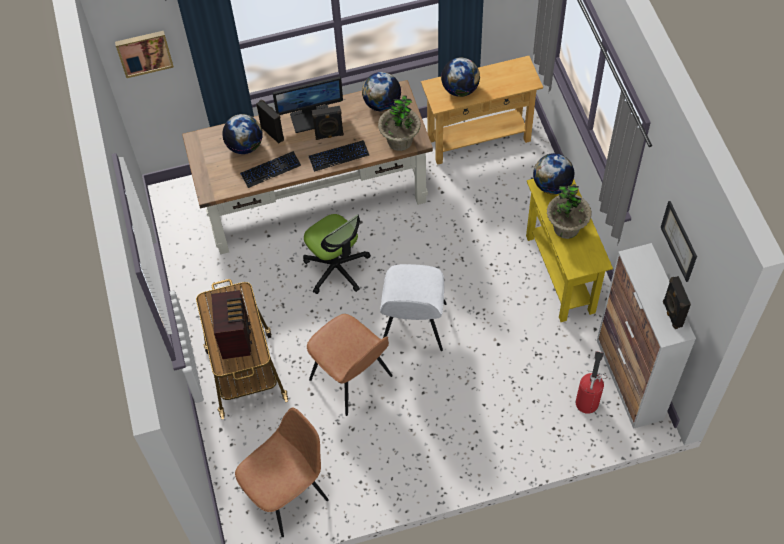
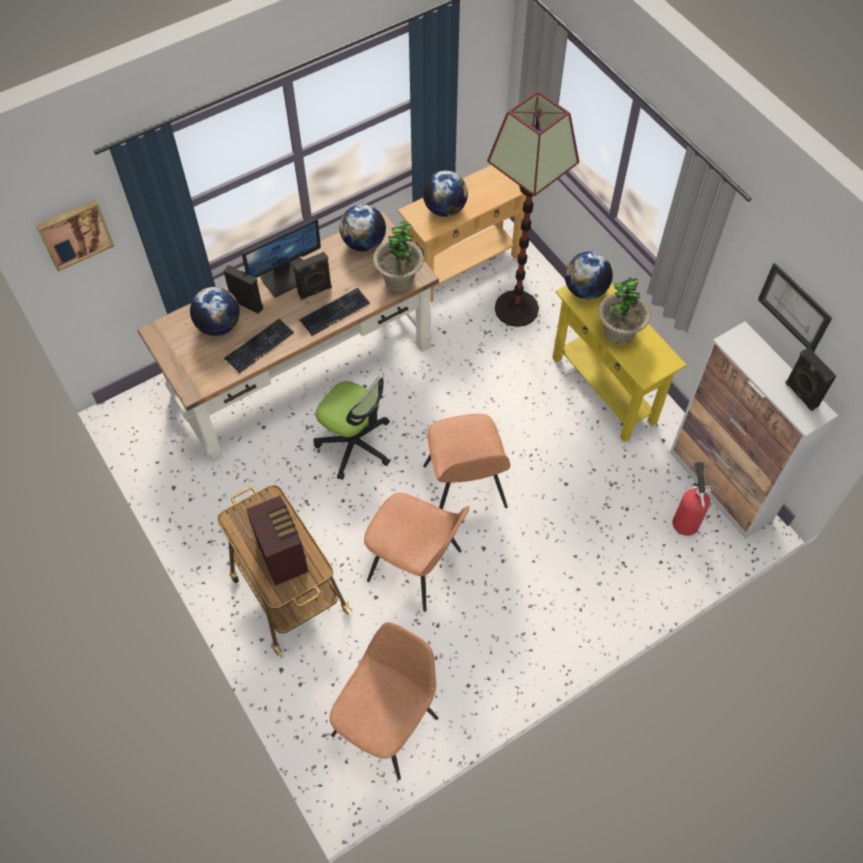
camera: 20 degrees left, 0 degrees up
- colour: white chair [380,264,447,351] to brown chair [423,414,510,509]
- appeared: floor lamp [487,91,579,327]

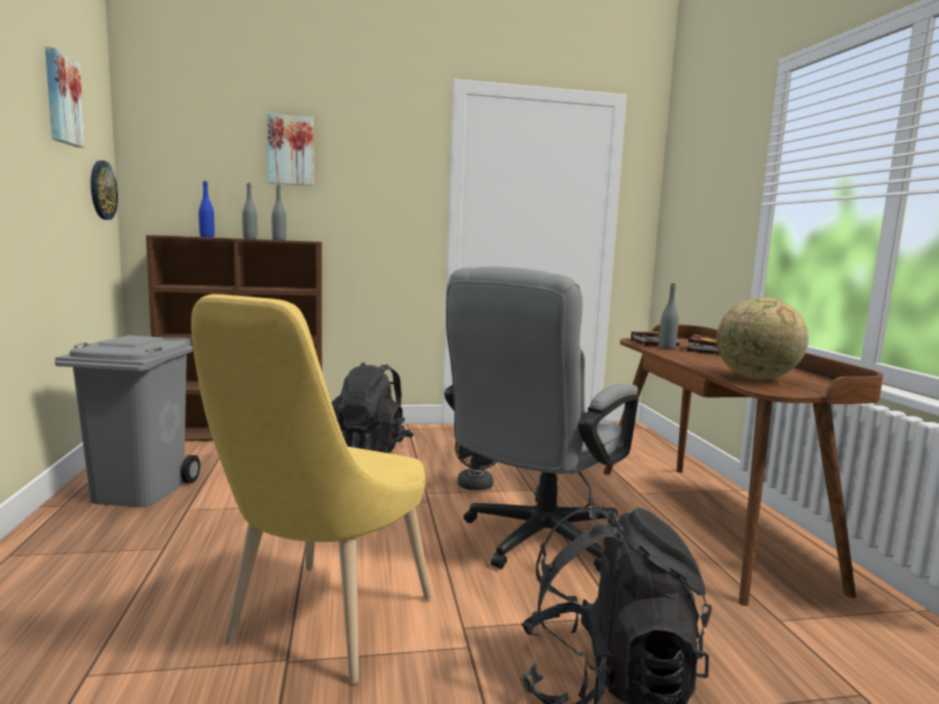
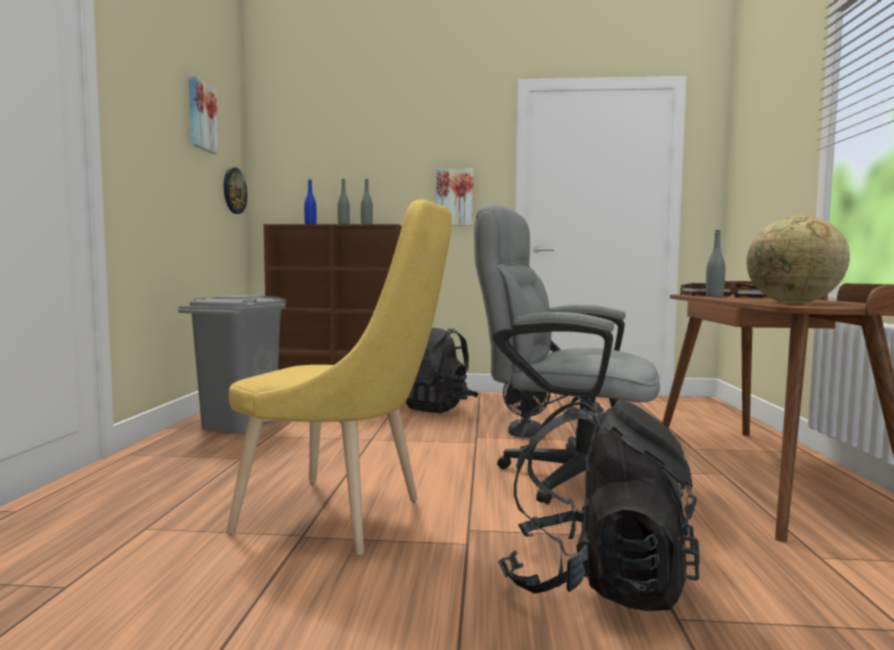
camera: 15 degrees right, 5 degrees down
- spun: yellow chair [191,294,432,684] = [226,199,452,555] 105 degrees counterclockwise
- relocated: picture [267,114,314,186] to [436,169,474,226]
- spun: grey office chair [444,267,639,572] = [474,204,660,504] 60 degrees clockwise

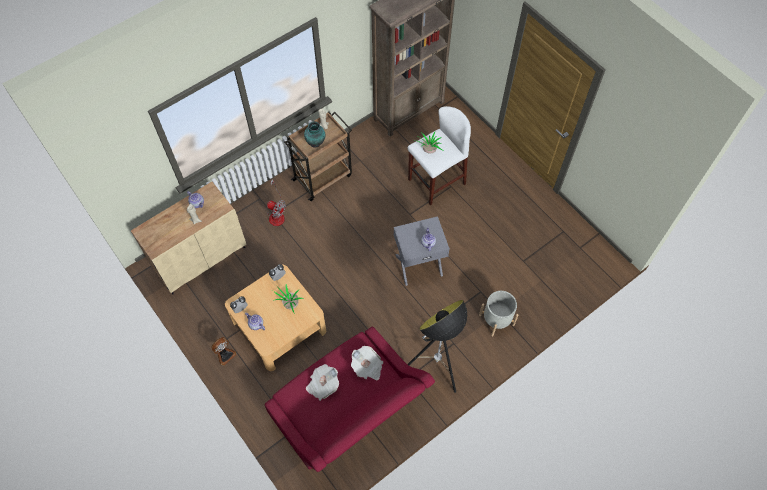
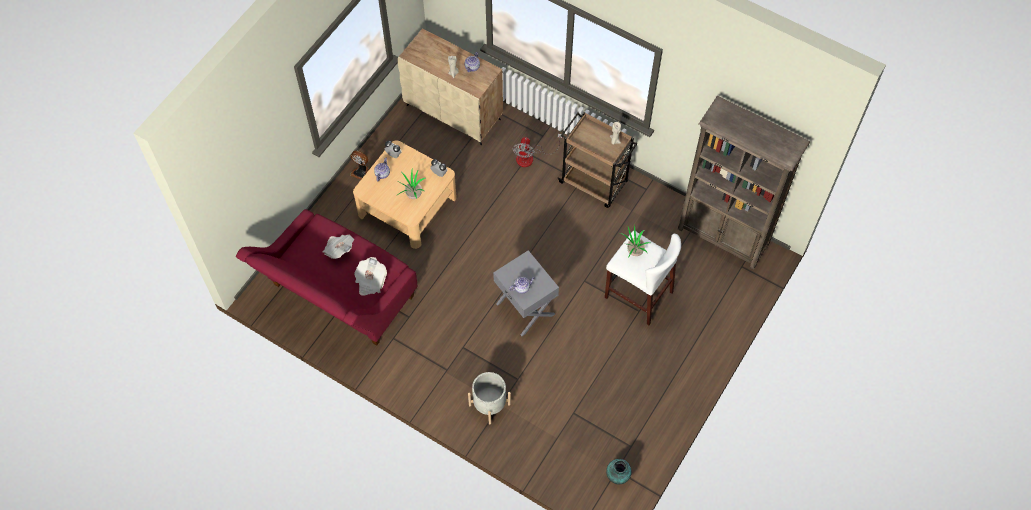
camera: 70 degrees right, 0 degrees up
- relocated: vase [304,121,326,147] to [606,459,632,484]
- missing: floor lamp [407,300,467,393]

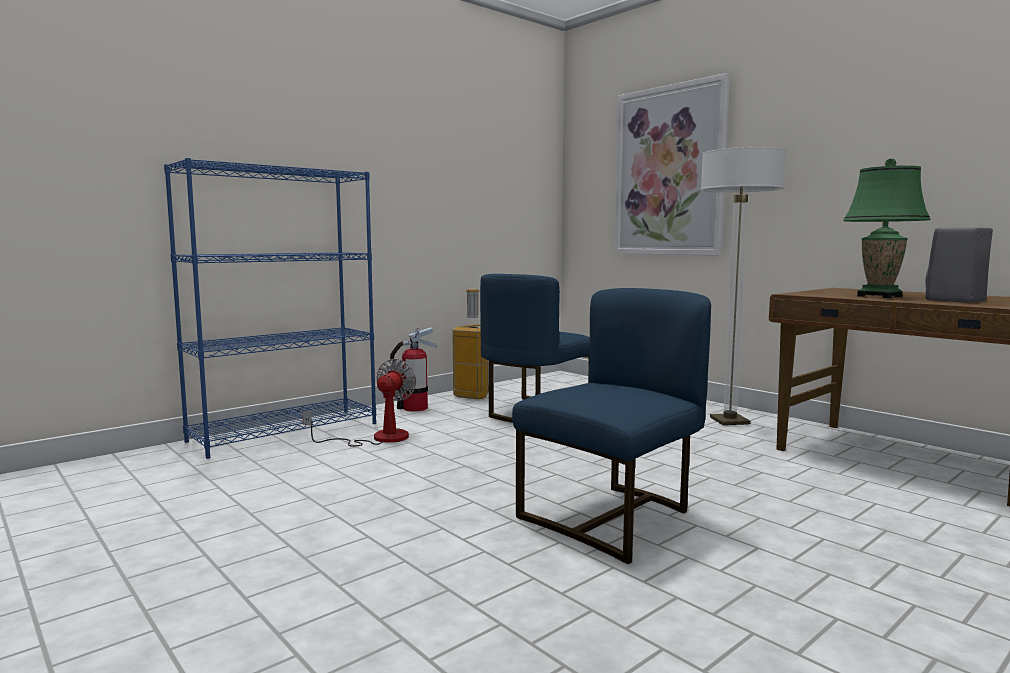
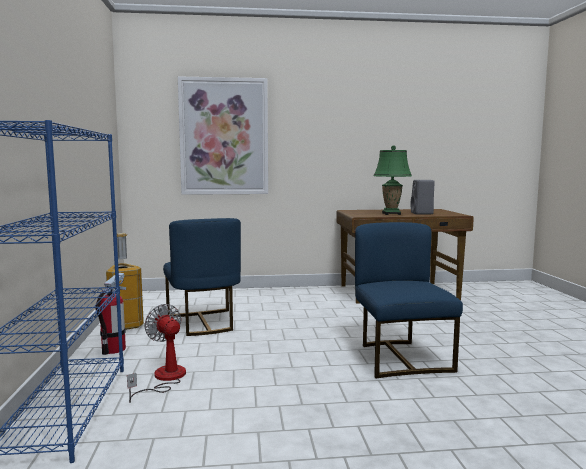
camera: 55 degrees left, 0 degrees up
- missing: floor lamp [701,147,786,425]

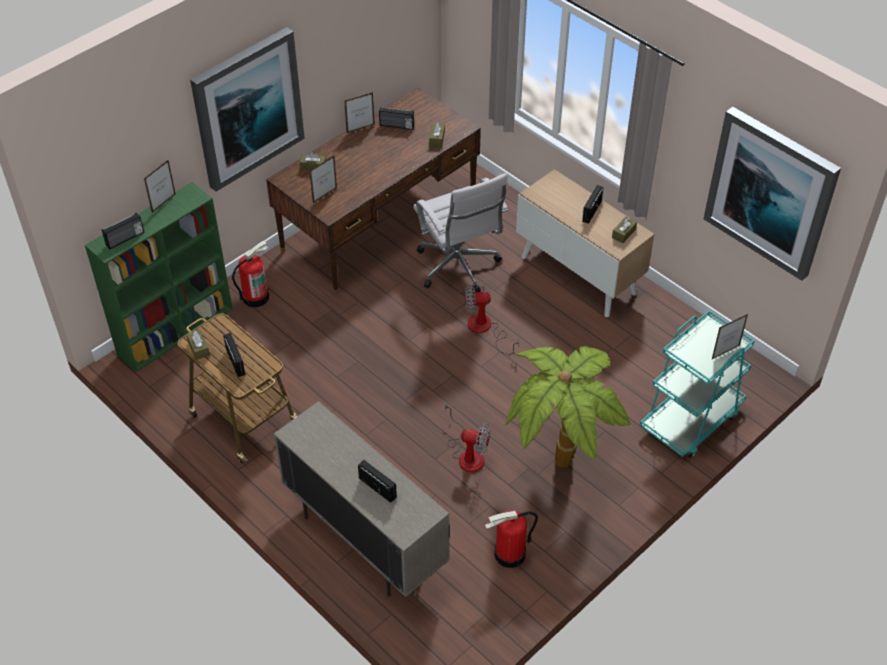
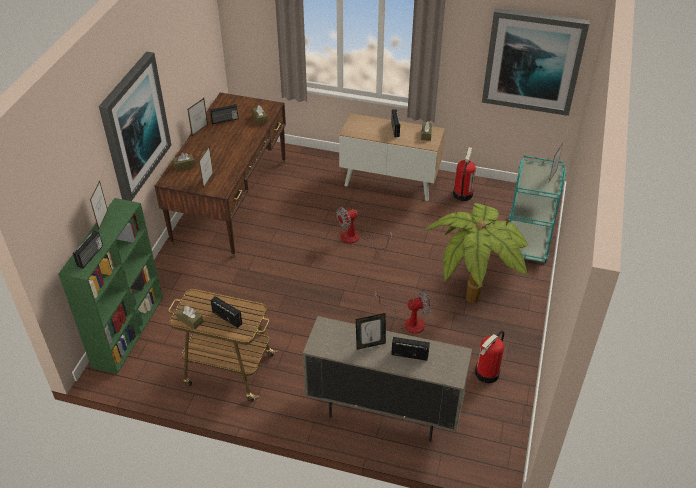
camera: 30 degrees left, 5 degrees down
- appeared: picture frame [356,313,386,350]
- relocated: fire extinguisher [232,240,270,308] to [453,147,476,201]
- missing: white office chair [413,173,508,292]

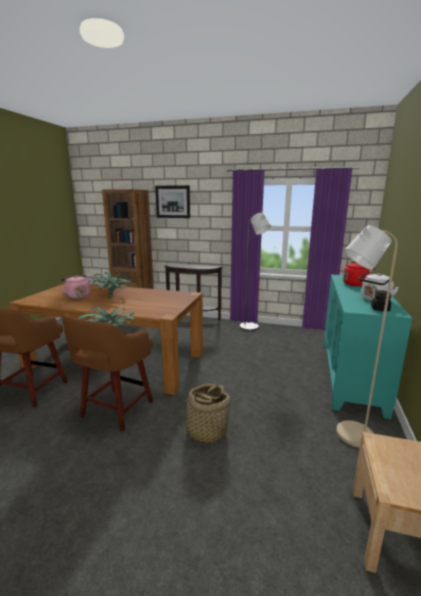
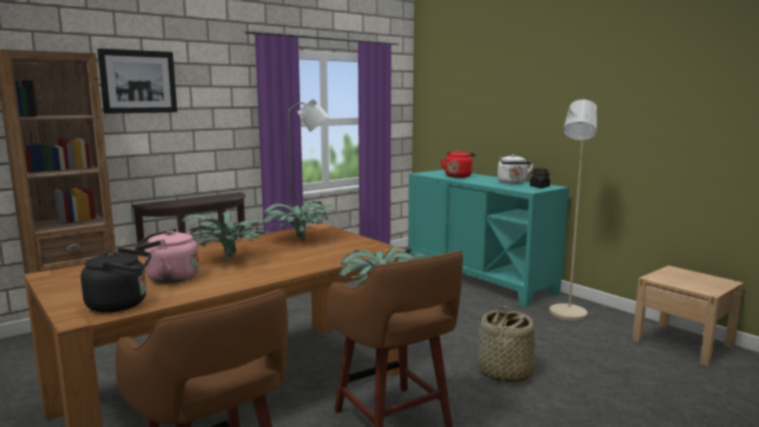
camera: 55 degrees left, 5 degrees down
- appeared: black kettle [81,248,151,312]
- appeared: potted plant [262,201,335,240]

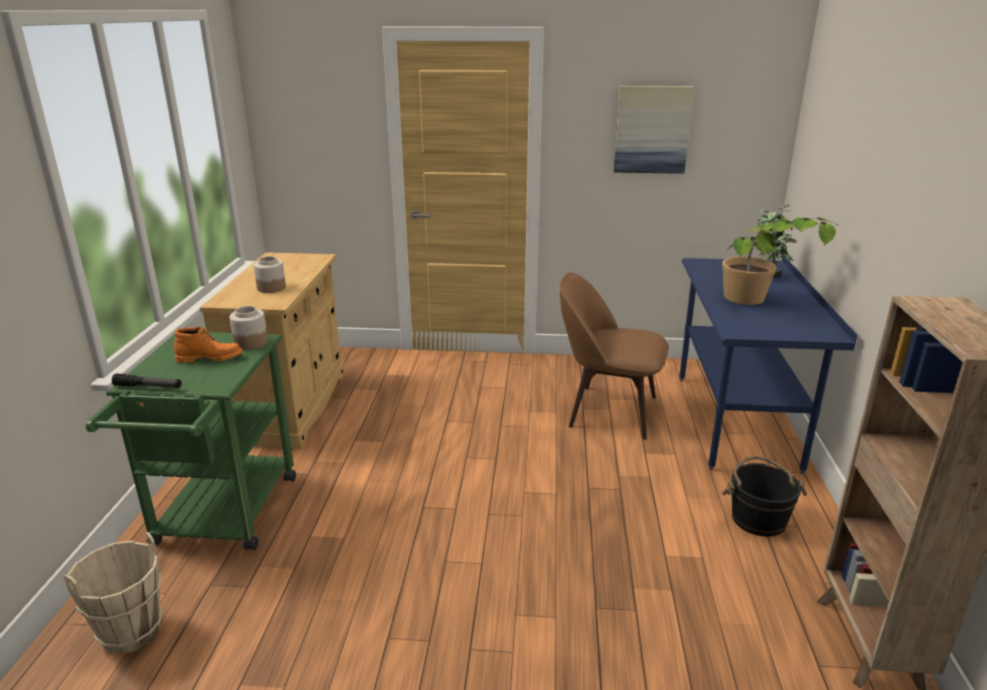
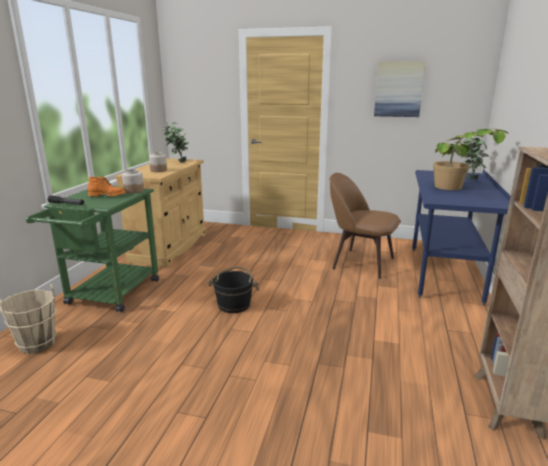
camera: 10 degrees right, 5 degrees down
- appeared: potted plant [162,122,189,163]
- relocated: black bucket [722,456,807,536] to [208,266,259,313]

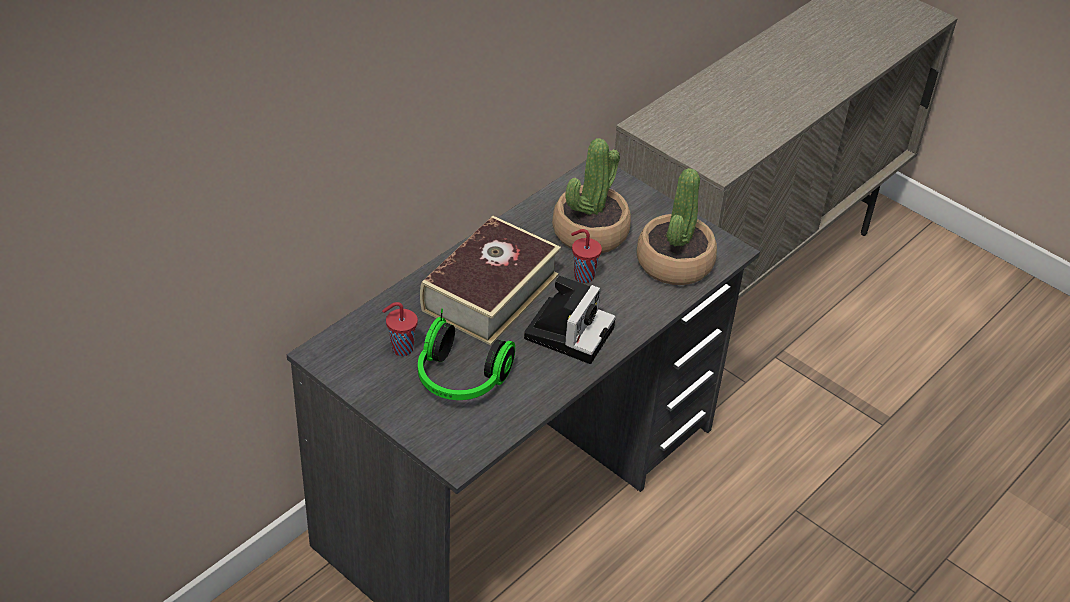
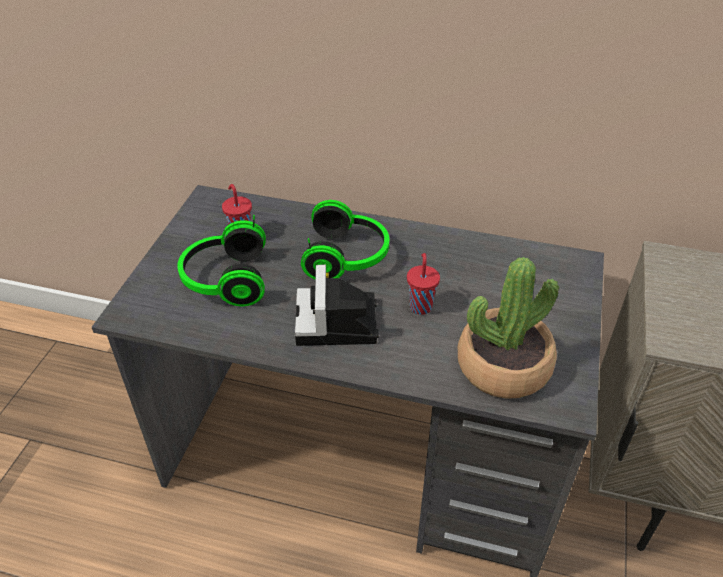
camera: 65 degrees right, 0 degrees up
- spun: photo camera [524,276,616,364] = [295,264,379,346] 90 degrees clockwise
- exchanged: book [420,216,561,346] to headphones [301,200,389,279]
- missing: potted plant [552,138,631,253]

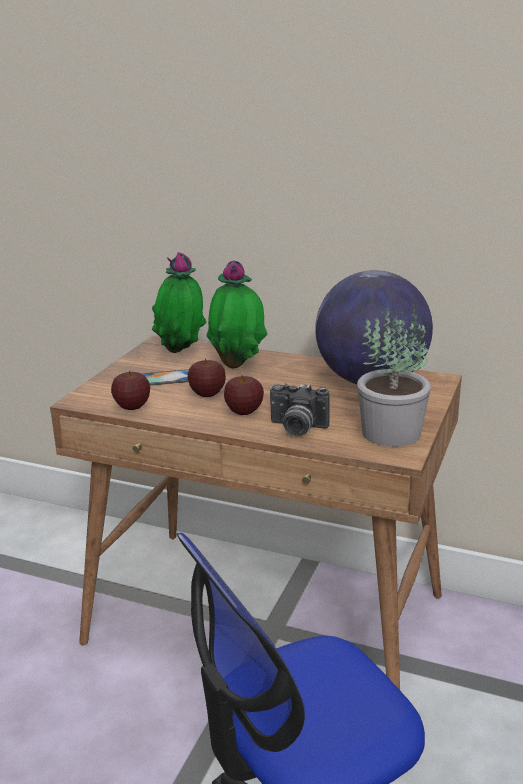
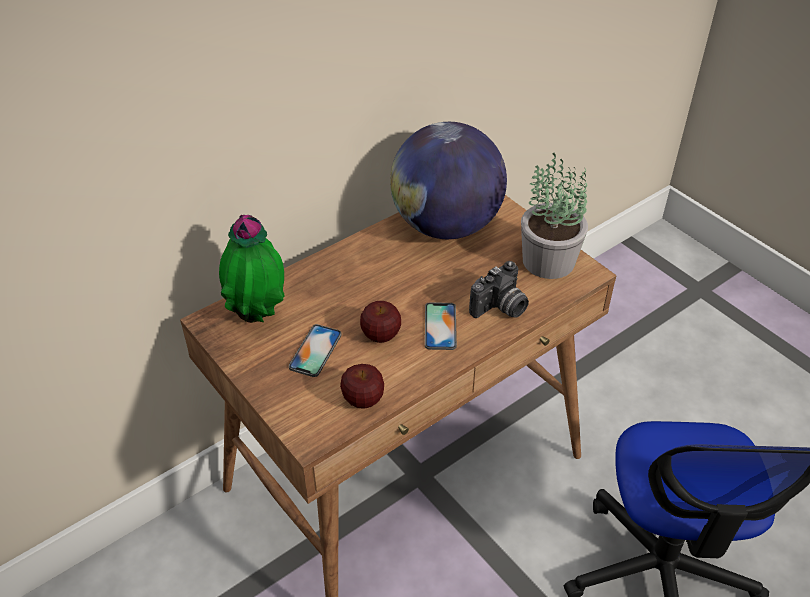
camera: 60 degrees left, 20 degrees up
- exchanged: apple [224,375,264,415] to phone [425,302,457,350]
- missing: potted plant [207,260,267,369]

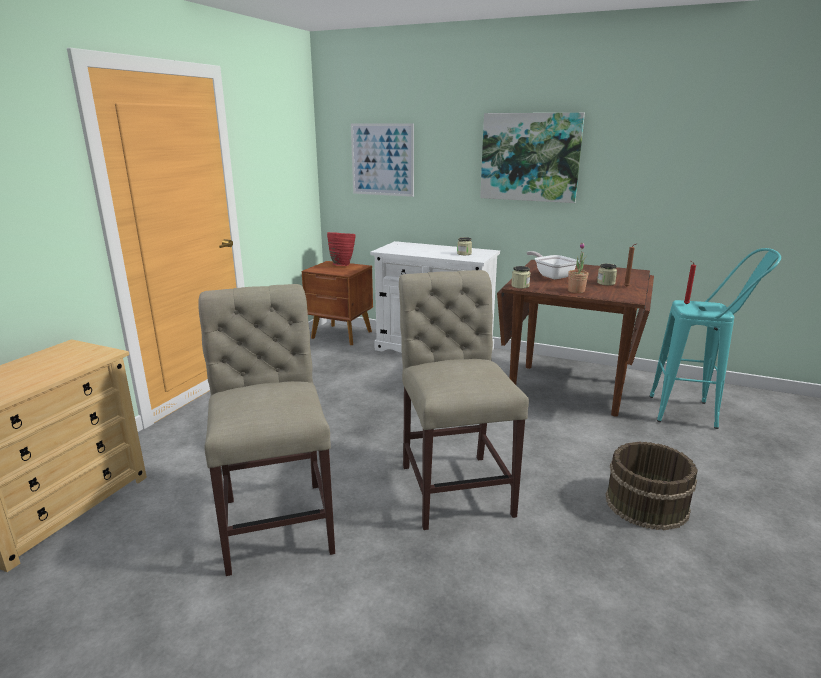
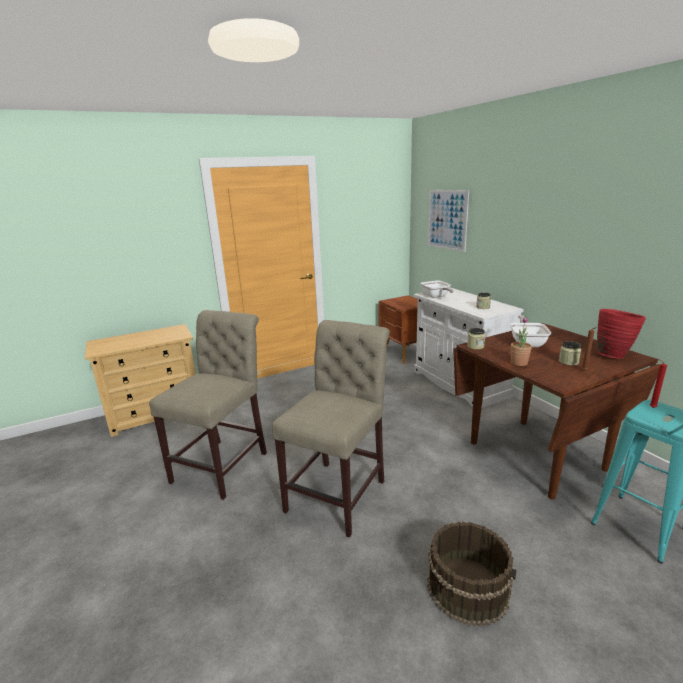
camera: 40 degrees right, 0 degrees up
- appeared: frying pan [421,281,454,298]
- relocated: red vase [327,232,356,266] to [597,309,646,359]
- missing: picture [480,113,585,203]

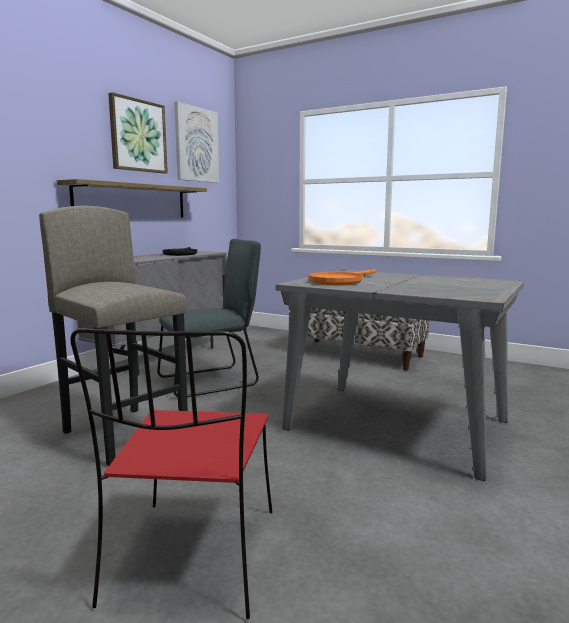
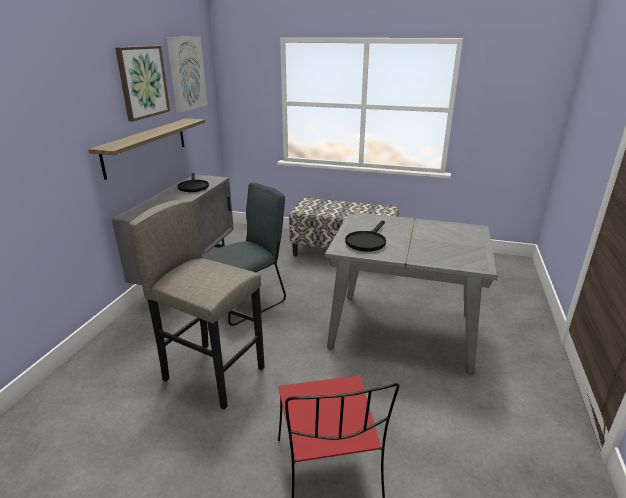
camera: 15 degrees left, 15 degrees up
- colour: orange frying pan [309,269,376,285] to black frying pan [345,220,386,251]

